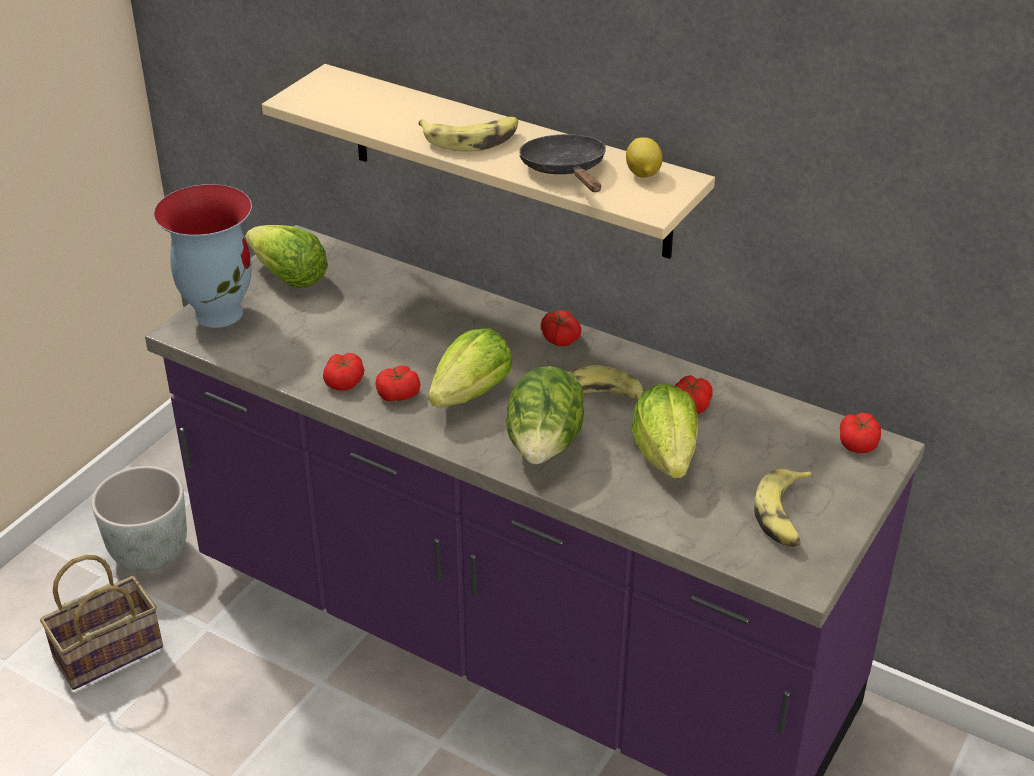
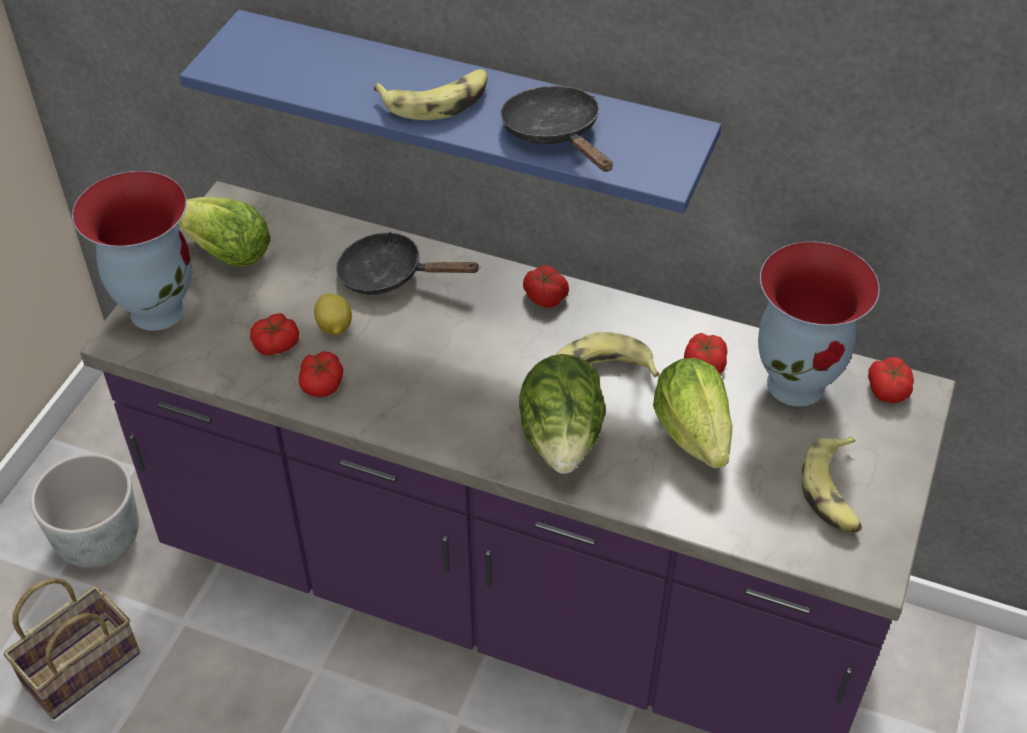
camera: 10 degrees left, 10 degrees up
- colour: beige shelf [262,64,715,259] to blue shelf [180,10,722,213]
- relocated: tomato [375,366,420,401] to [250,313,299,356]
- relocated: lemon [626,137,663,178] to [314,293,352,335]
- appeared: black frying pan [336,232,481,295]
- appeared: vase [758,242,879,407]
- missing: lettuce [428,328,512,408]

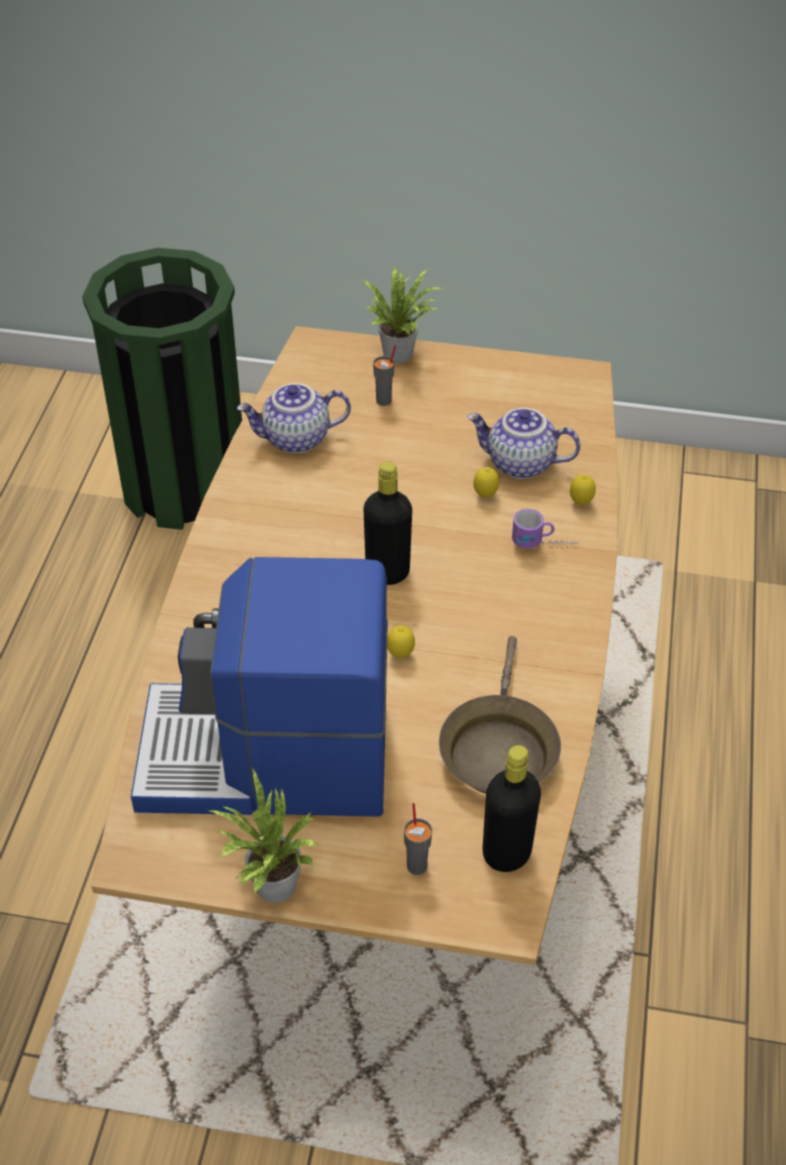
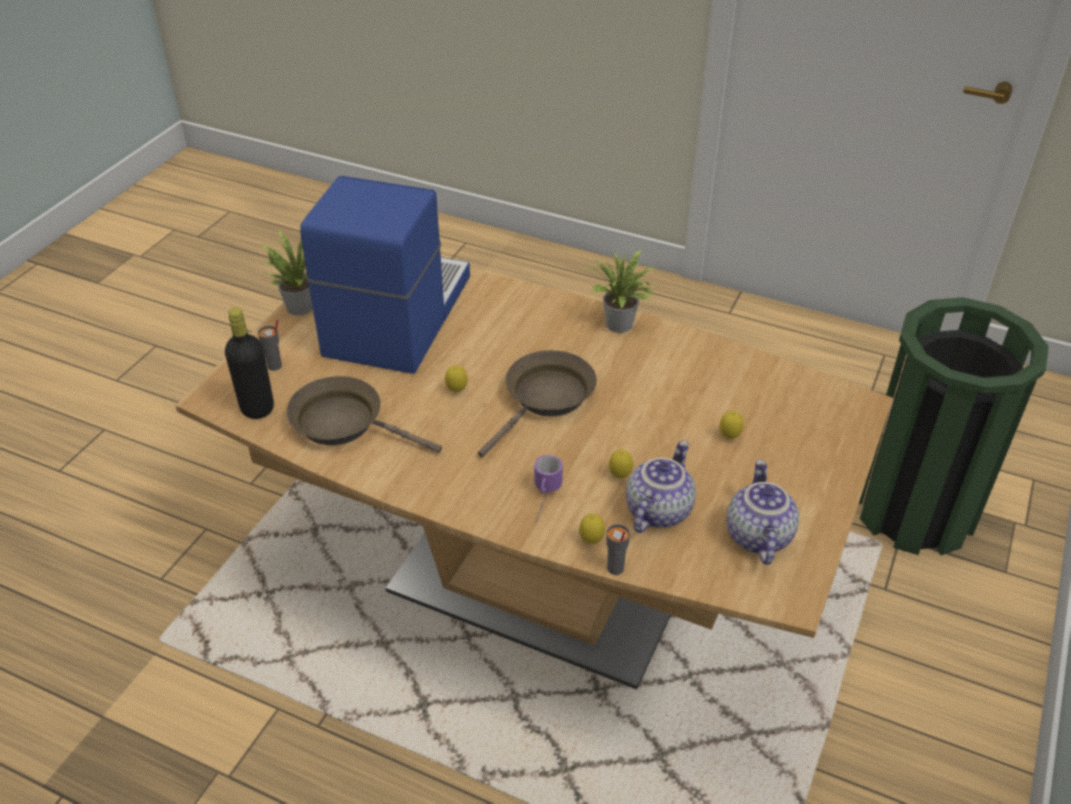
camera: 105 degrees right, 5 degrees down
- exchanged: black bottle [363,461,412,585] to brown frying pan [478,350,597,457]
- relocated: potted plant [361,267,442,363] to [582,249,658,333]
- relocated: grey cup [373,345,396,406] to [606,524,630,575]
- appeared: lemon [720,411,744,439]
- relocated: teapot [237,383,351,453] to [726,459,799,565]

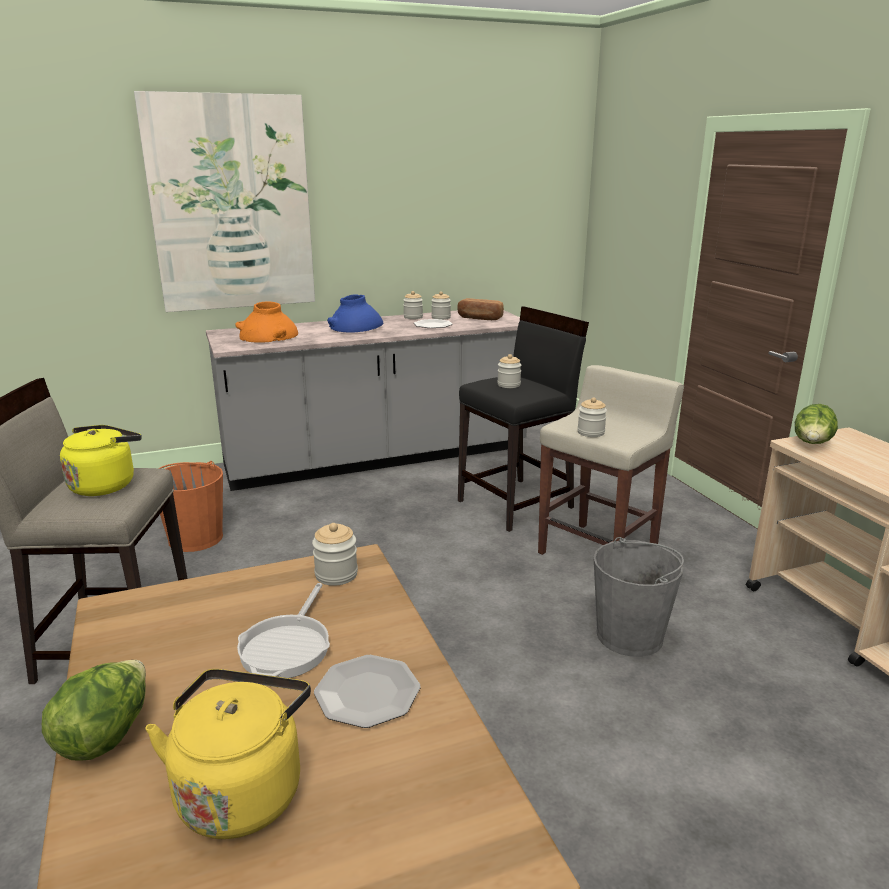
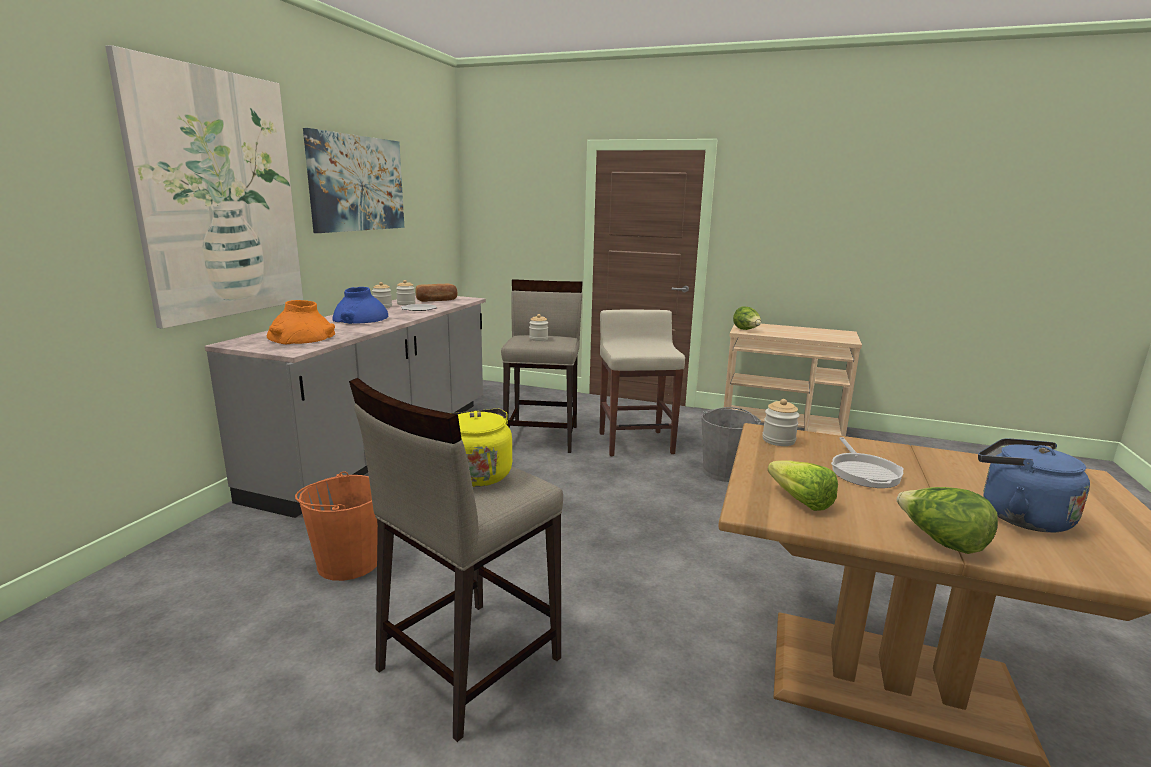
camera: 50 degrees left, 5 degrees down
- appeared: picture [303,128,404,233]
- colour: black stool [458,306,589,532] to beige stool [501,279,583,453]
- appeared: lettuce [768,460,838,511]
- spun: frying pan [237,583,330,678] = [831,437,904,488] 45 degrees clockwise
- colour: yellow kettle [145,669,311,839] to blue kettle [978,438,1090,533]
- missing: plate [314,655,420,728]
- missing: jar [577,397,607,437]

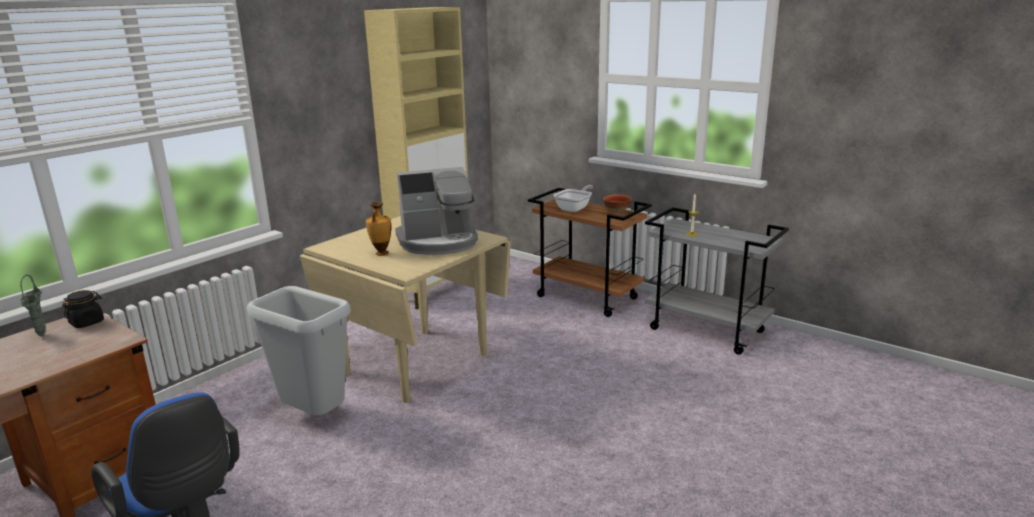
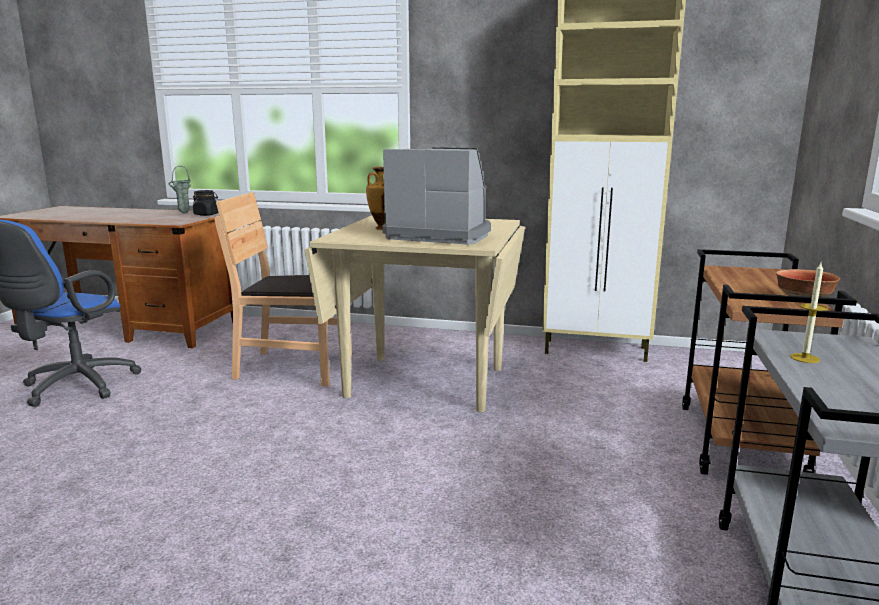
camera: 65 degrees right, 5 degrees down
- exchanged: grey trash can [247,286,351,415] to brown chair [214,192,352,387]
- spun: coffee machine [395,167,478,255] = [382,147,491,245] 150 degrees clockwise
- missing: frying pan [553,185,593,212]

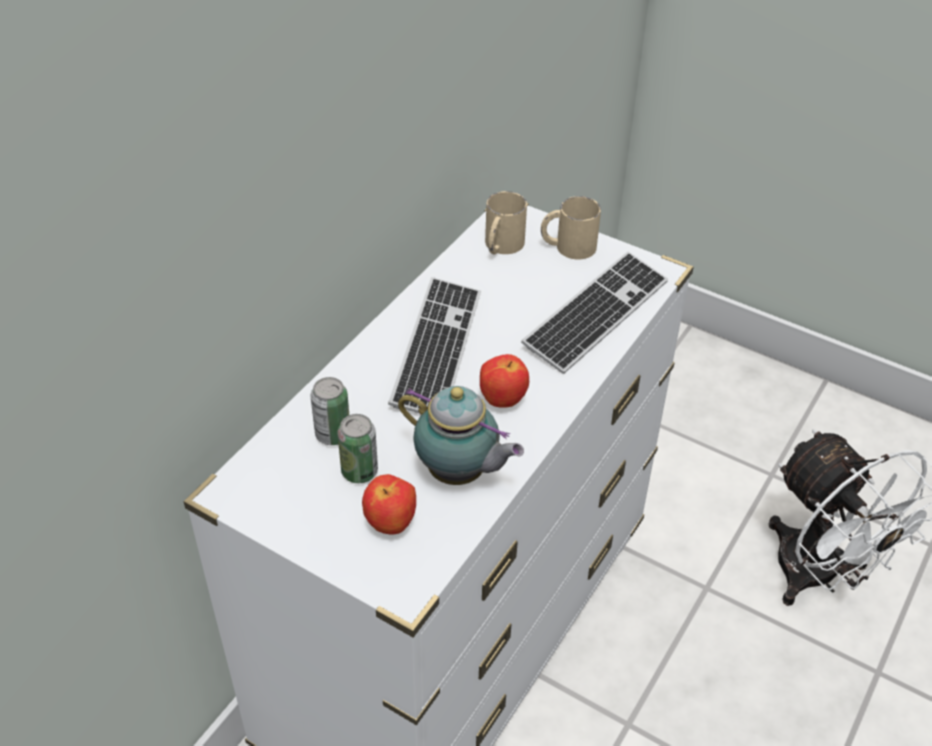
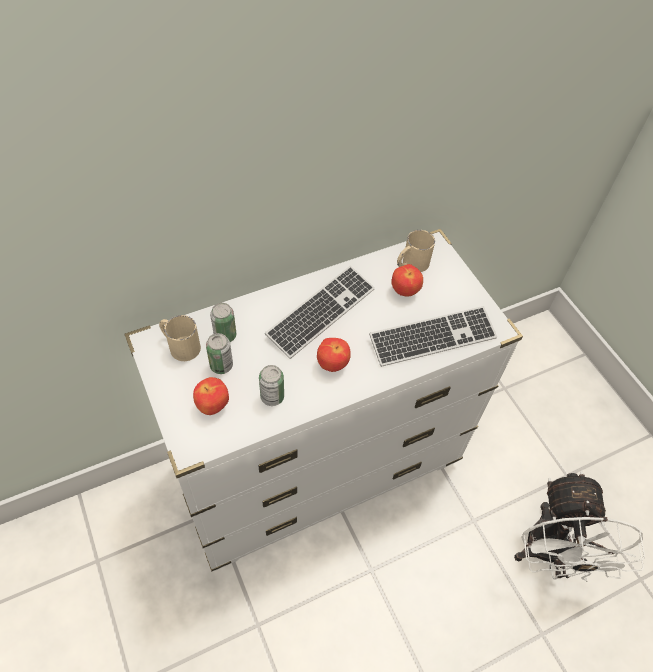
camera: 30 degrees right, 10 degrees up
- relocated: beige mug [541,196,601,260] to [159,315,201,361]
- exchanged: teapot [398,386,524,485] to can [259,365,284,406]
- appeared: apple [392,264,423,297]

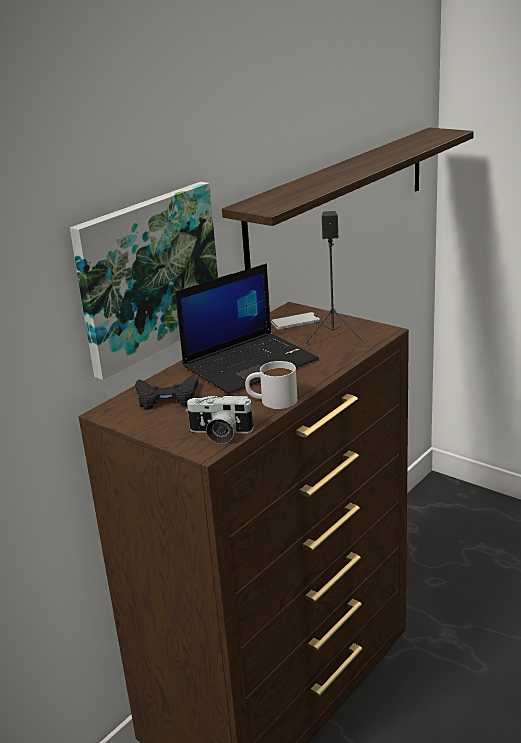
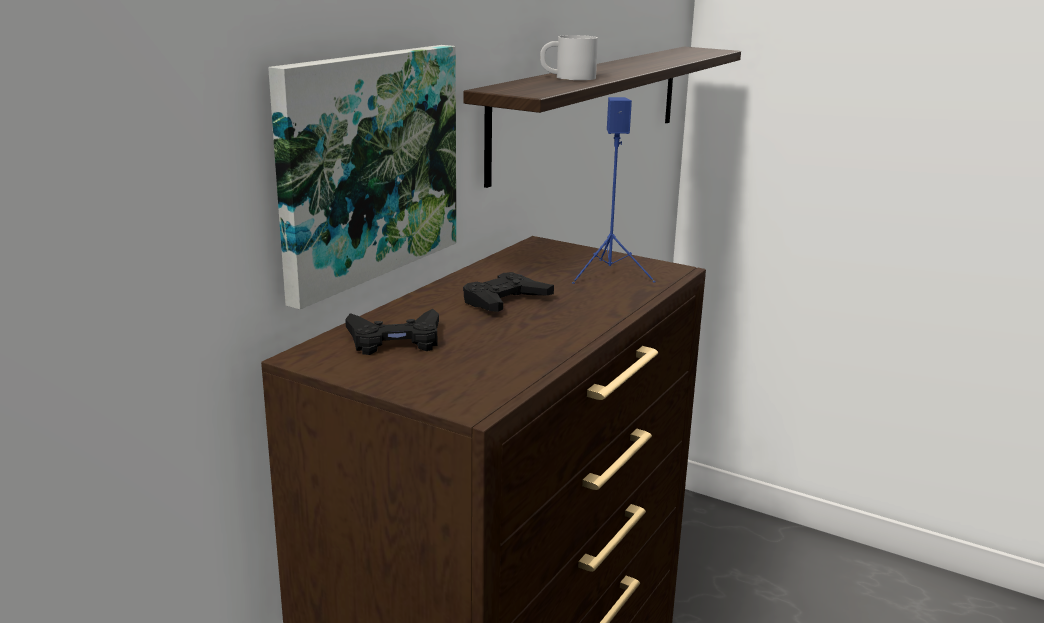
camera: 10 degrees left, 5 degrees down
- exchanged: laptop [175,263,319,394] to black game controller [463,272,554,312]
- relocated: white mug [245,361,297,409] to [540,35,598,80]
- colour: black speaker [303,211,365,346] to blue speaker [572,97,655,284]
- missing: photo camera [186,396,254,444]
- missing: phone [271,312,320,329]

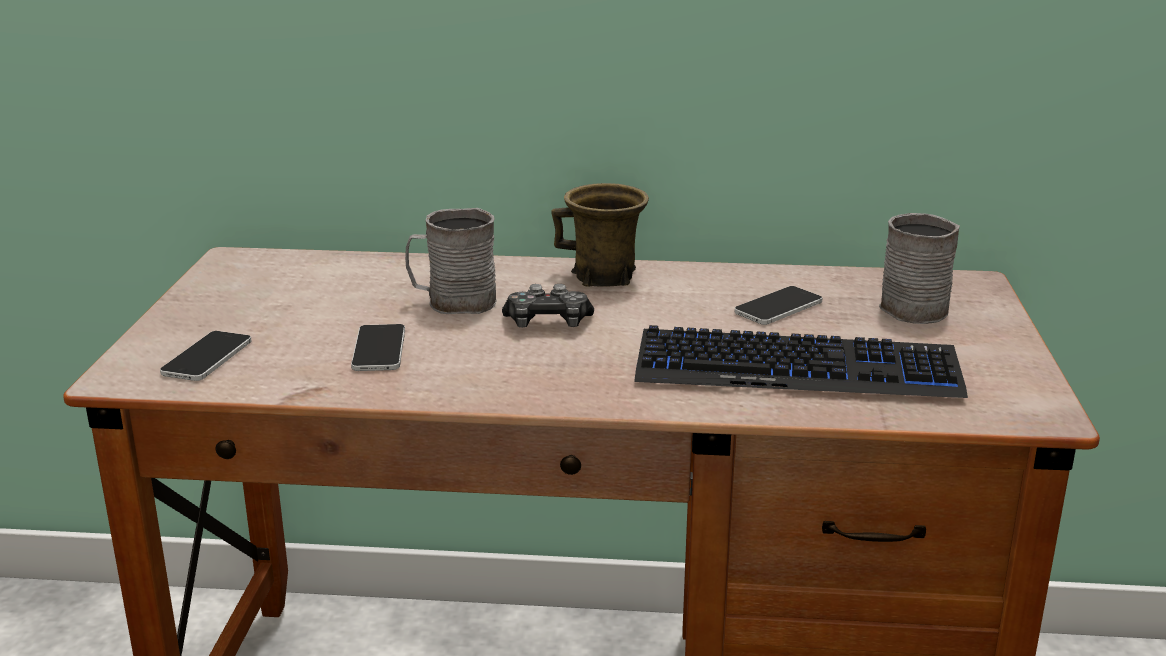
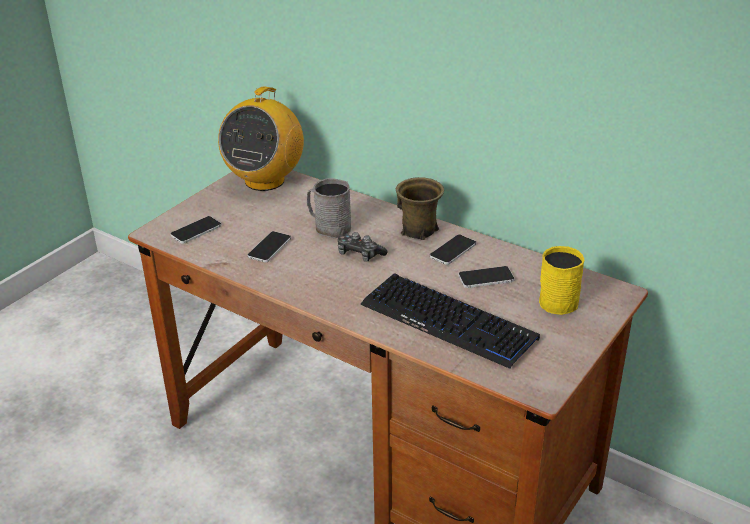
camera: 30 degrees right, 10 degrees up
- appeared: radio [218,86,304,191]
- appeared: phone [430,234,476,265]
- colour: grey mug [879,213,960,324] to yellow mug [539,246,584,315]

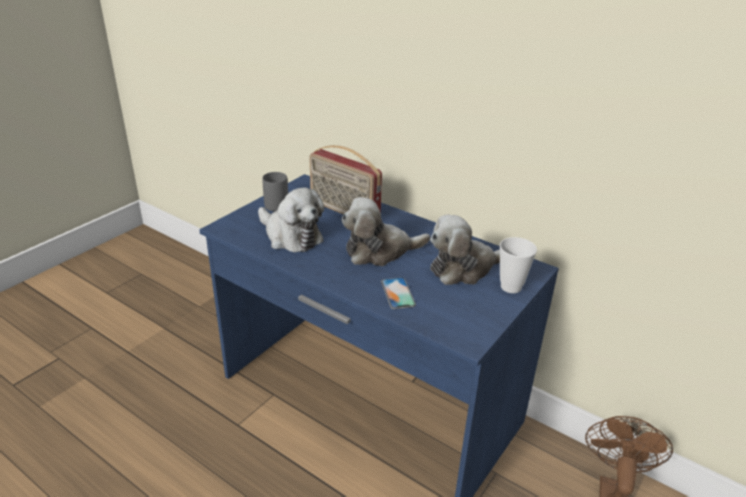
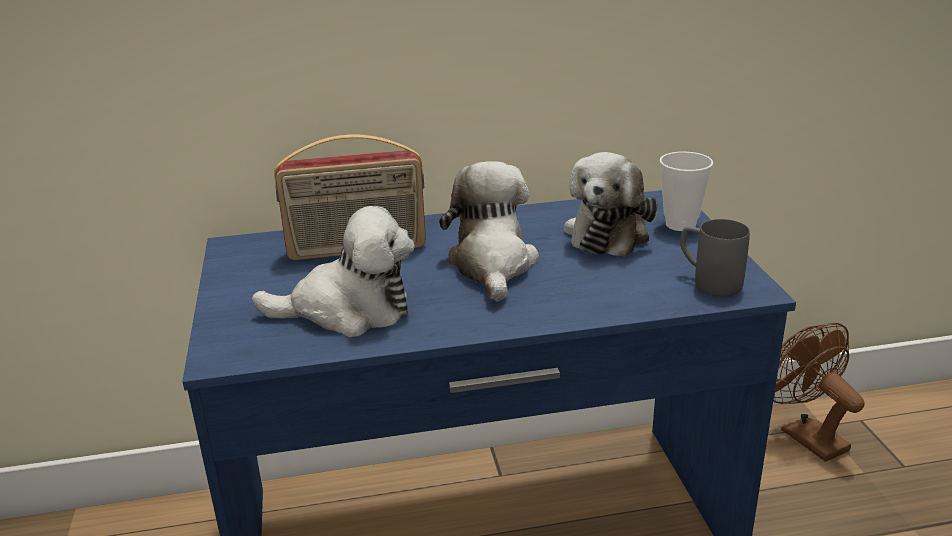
camera: 45 degrees left, 5 degrees down
- spun: plush toy [341,197,430,266] = [439,161,539,302] 150 degrees clockwise
- relocated: grey mug [262,172,288,211] to [680,219,750,296]
- missing: phone [381,277,416,309]

